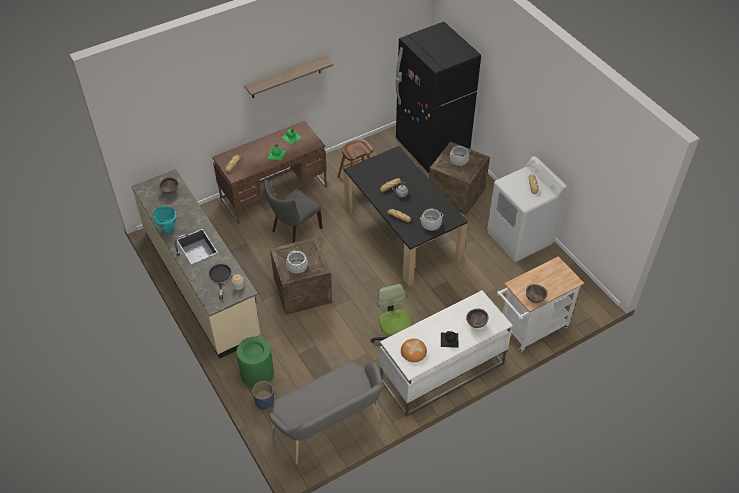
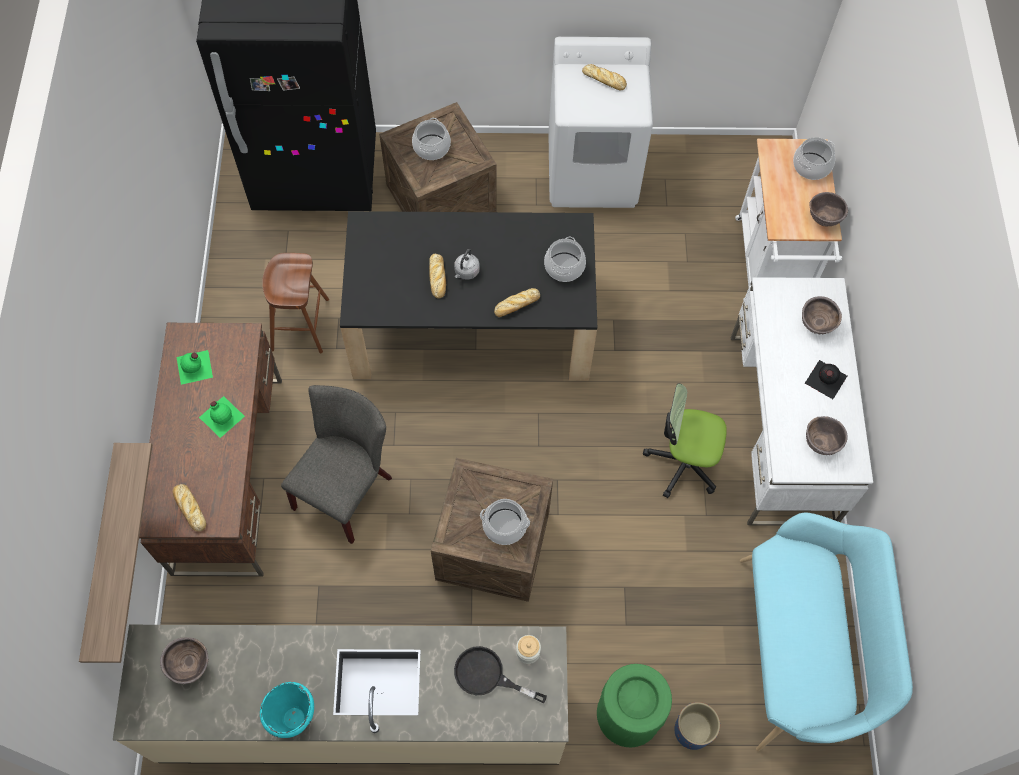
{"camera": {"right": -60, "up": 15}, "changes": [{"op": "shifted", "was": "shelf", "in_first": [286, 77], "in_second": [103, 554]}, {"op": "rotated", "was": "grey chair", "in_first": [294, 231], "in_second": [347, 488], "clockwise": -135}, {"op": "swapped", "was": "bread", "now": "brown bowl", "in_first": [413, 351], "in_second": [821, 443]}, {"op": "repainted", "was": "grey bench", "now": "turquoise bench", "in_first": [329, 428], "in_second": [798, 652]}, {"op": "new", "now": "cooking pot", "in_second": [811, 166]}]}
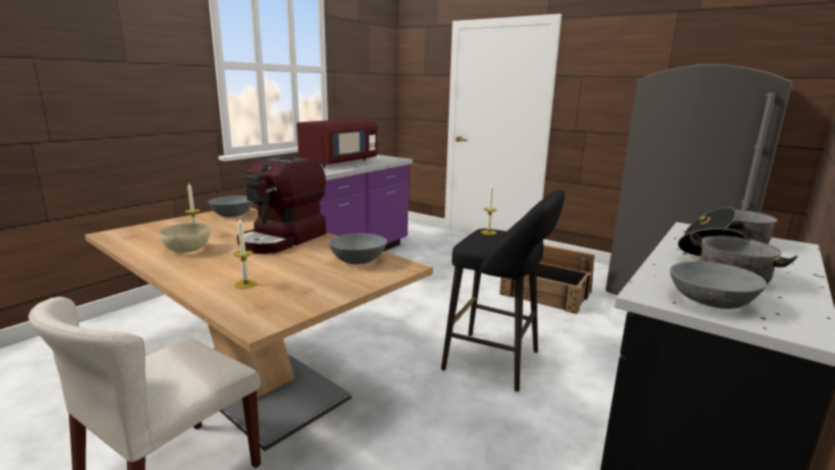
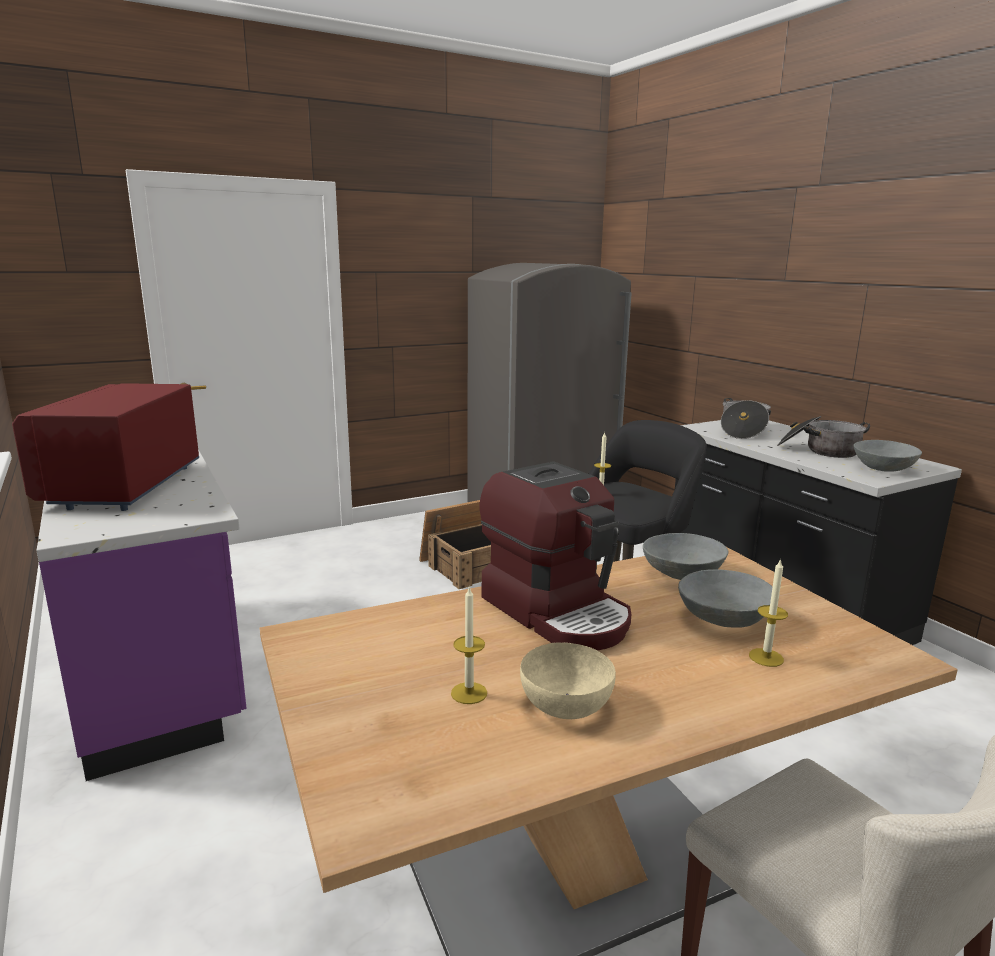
{"camera": {"right": -65, "up": 0}, "changes": [{"op": "rotated", "was": "red microwave", "in_first": [339, 163], "in_second": [125, 486], "clockwise": -150}, {"op": "shifted", "was": "grey bowl", "in_first": [233, 215], "in_second": [723, 618]}]}
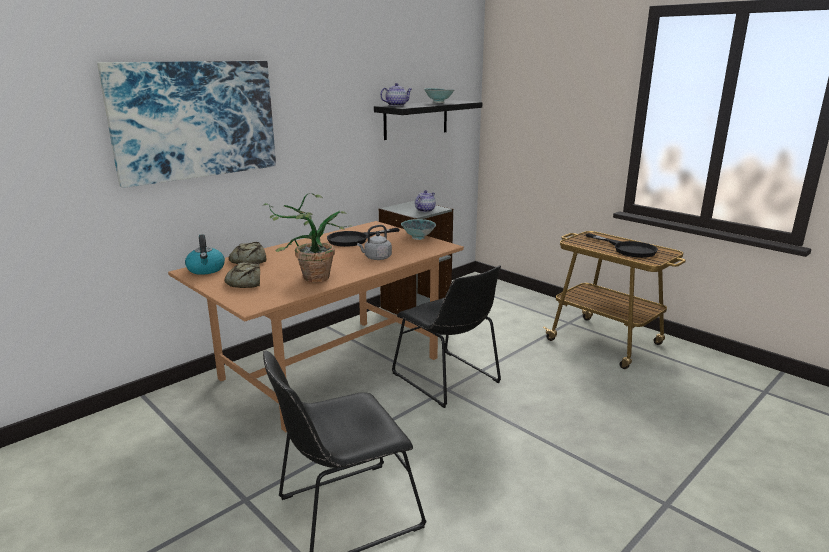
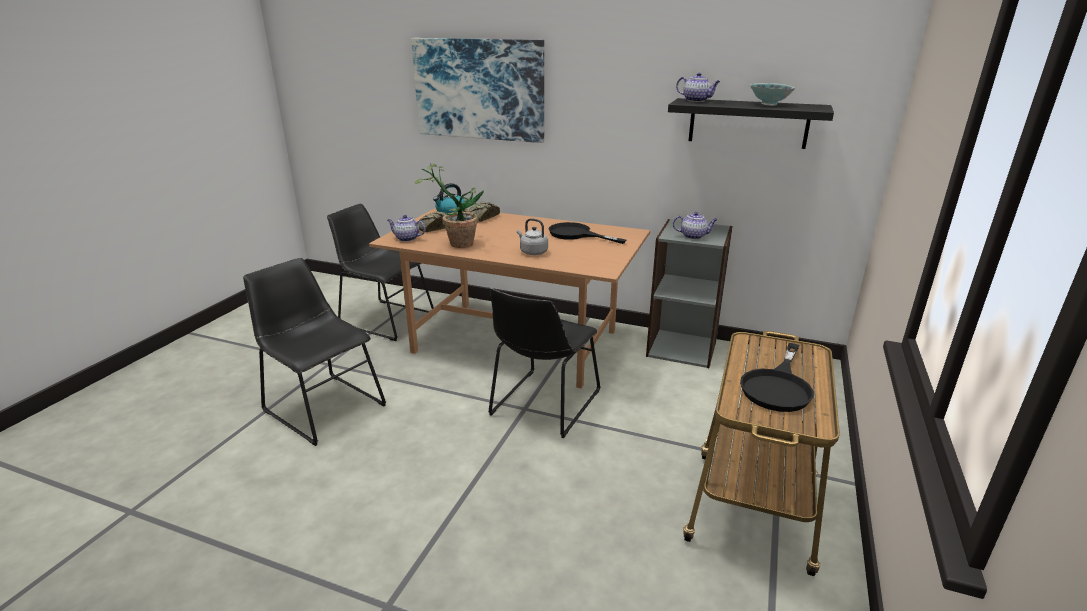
{"camera": {"right": 65, "up": 5}, "changes": [{"op": "gone", "was": "bowl", "in_first": [418, 238]}, {"op": "new", "now": "black chair", "in_second": [384, 319]}, {"op": "new", "now": "teapot", "in_second": [406, 238]}]}
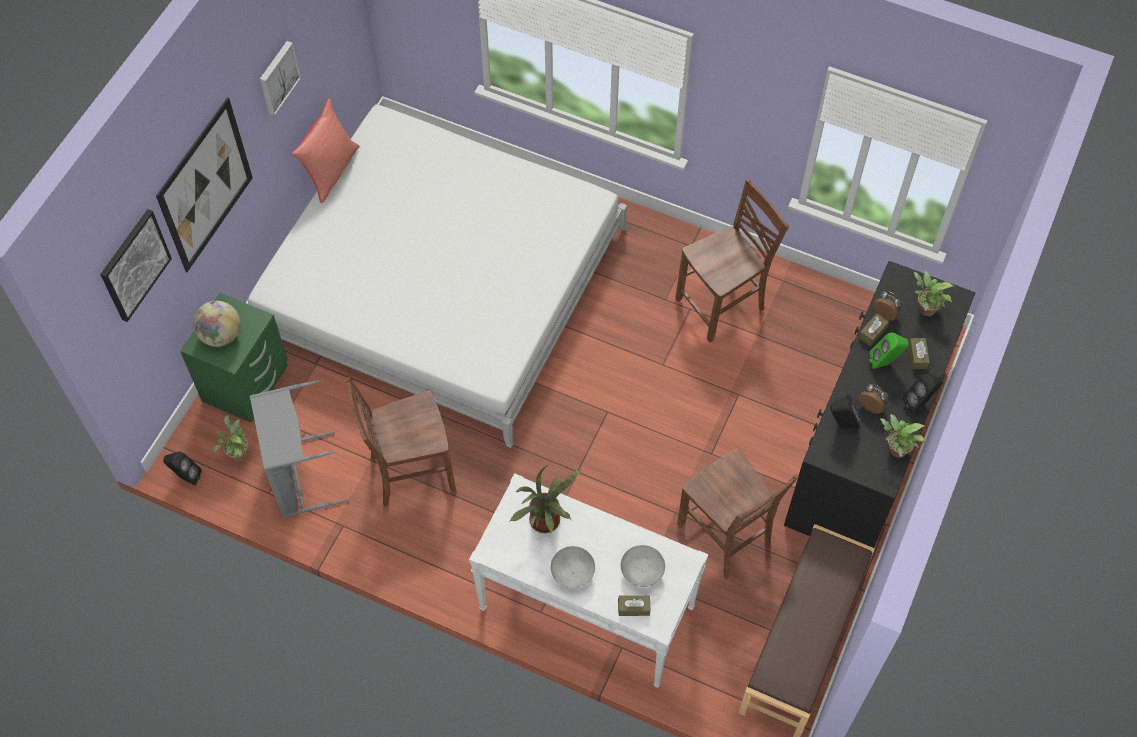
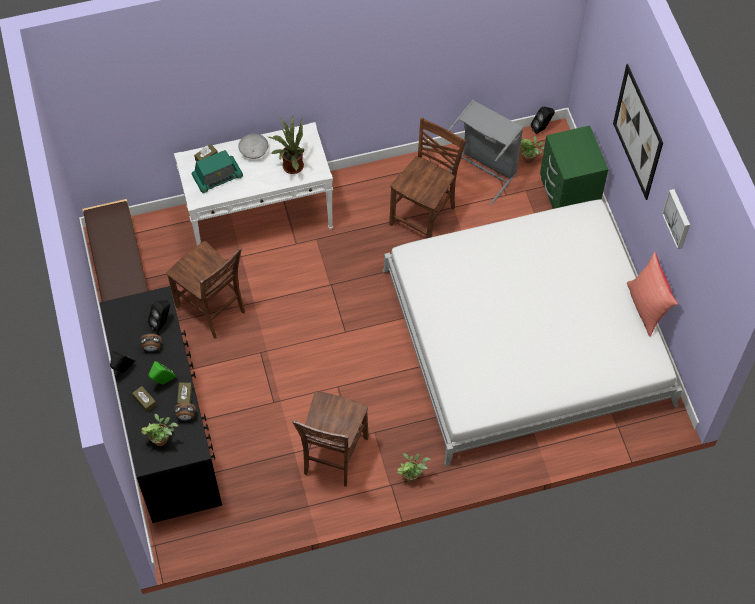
{"camera": {"right": 140, "up": 0}, "changes": [{"op": "gone", "was": "picture", "in_first": [134, 265]}, {"op": "gone", "was": "globe", "in_first": [221, 335]}, {"op": "shifted", "was": "potted plant", "in_first": [895, 450], "in_second": [412, 475]}, {"op": "rotated", "was": "brown chair", "in_first": [725, 537], "in_second": [212, 310], "clockwise": -150}, {"op": "swapped", "was": "grey bowl", "now": "radio", "in_first": [641, 572], "in_second": [217, 177]}]}
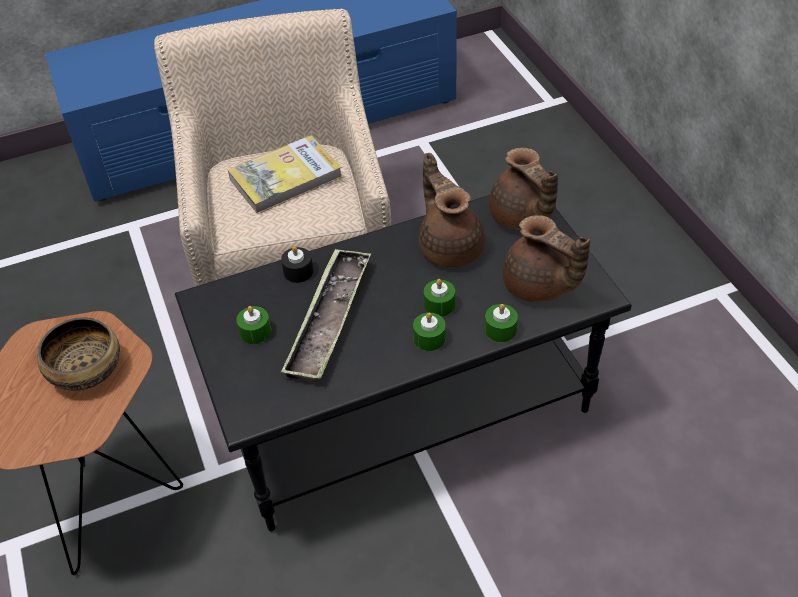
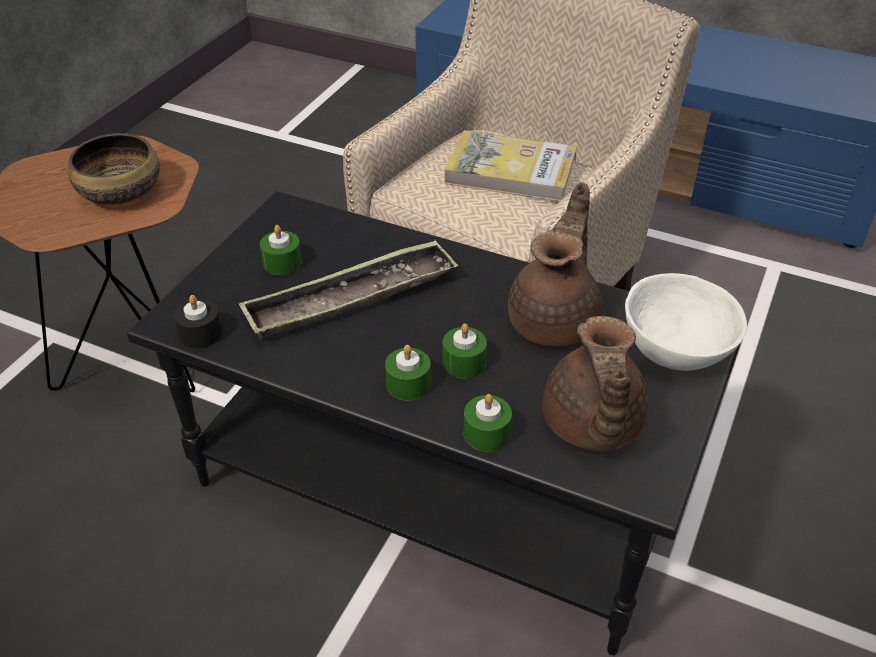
{"camera": {"right": 45, "up": -5}, "changes": [{"op": "swapped", "was": "brown teapot", "now": "white bowl", "in_first": [521, 217], "in_second": [674, 348]}, {"op": "shifted", "was": "black candle", "in_first": [298, 271], "in_second": [200, 333]}]}
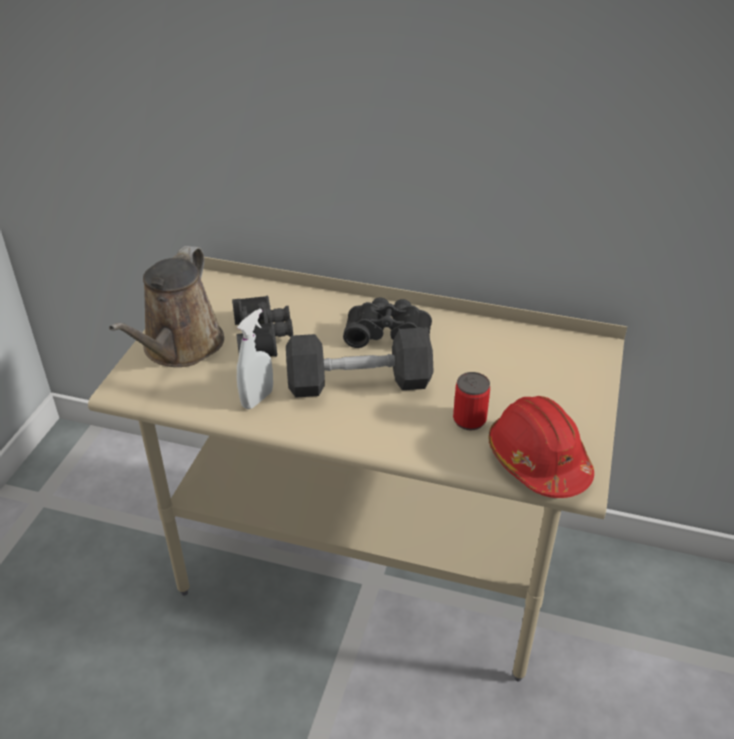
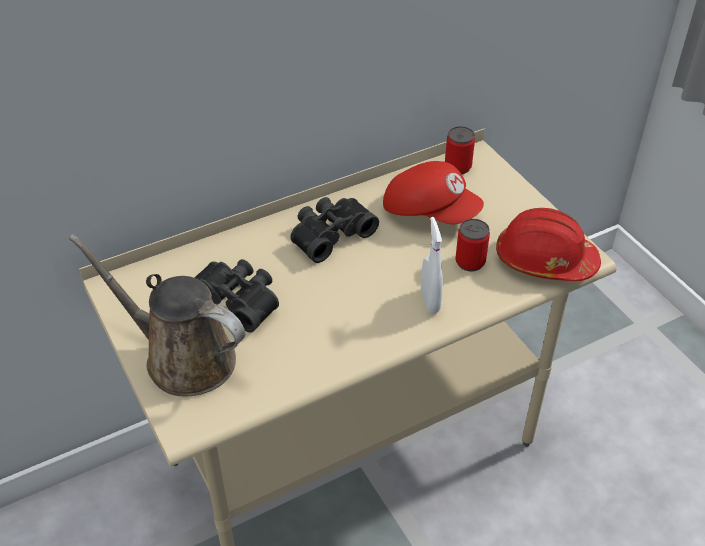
{"camera": {"right": -45, "up": 5}, "changes": [{"op": "rotated", "was": "brown watering can", "in_first": [180, 348], "in_second": [182, 357], "clockwise": 150}, {"op": "shifted", "was": "white spray bottle", "in_first": [257, 399], "in_second": [430, 301]}, {"op": "gone", "was": "grey dumbbell", "in_first": [359, 383]}, {"op": "new", "now": "can", "in_second": [458, 167]}, {"op": "new", "now": "red cap", "in_second": [430, 211]}]}
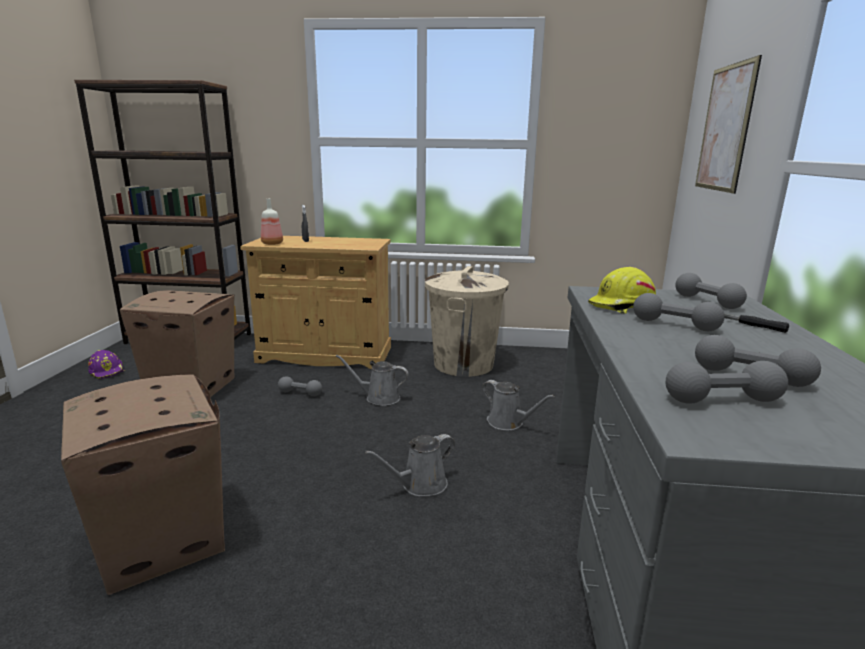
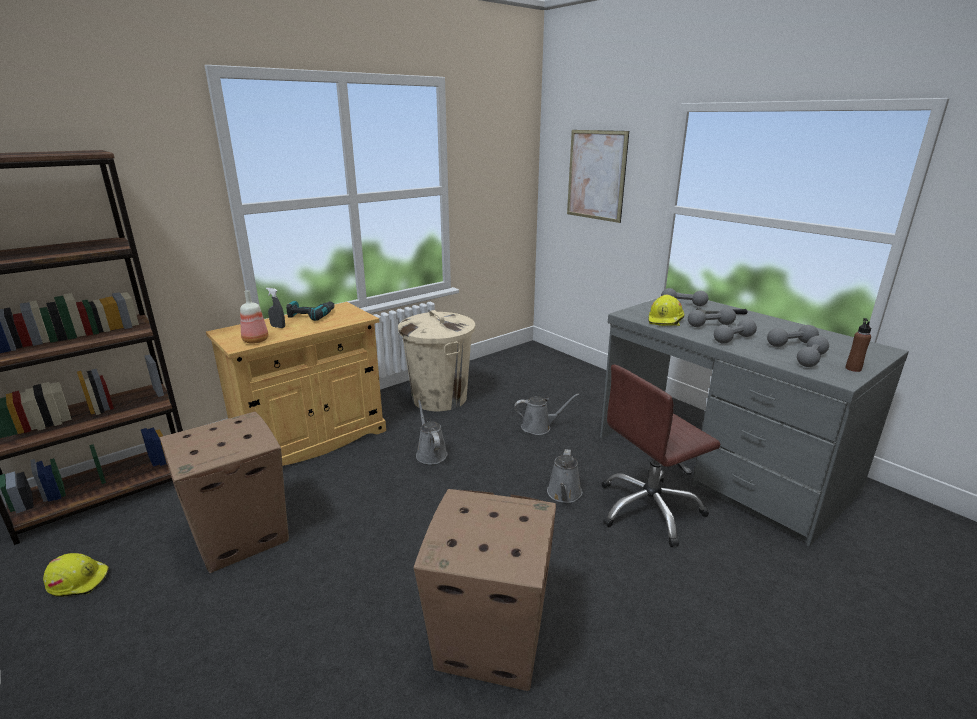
{"camera": {"right": -45, "up": 5}, "changes": [{"op": "repainted", "was": "purple hard hat", "now": "yellow hard hat", "in_first": [107, 371], "in_second": [79, 580]}, {"op": "rotated", "was": "grey watering can", "in_first": [379, 398], "in_second": [430, 453], "clockwise": 105}, {"op": "shifted", "was": "grey dumbbell", "in_first": [300, 393], "in_second": [733, 339]}, {"op": "new", "now": "power drill", "in_second": [311, 315]}, {"op": "new", "now": "brown bottle", "in_second": [853, 368]}, {"op": "new", "now": "brown office chair", "in_second": [649, 509]}]}
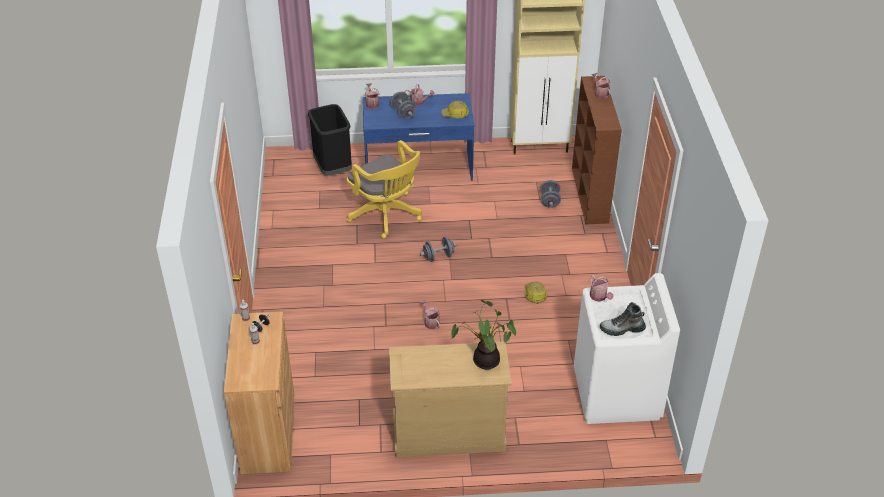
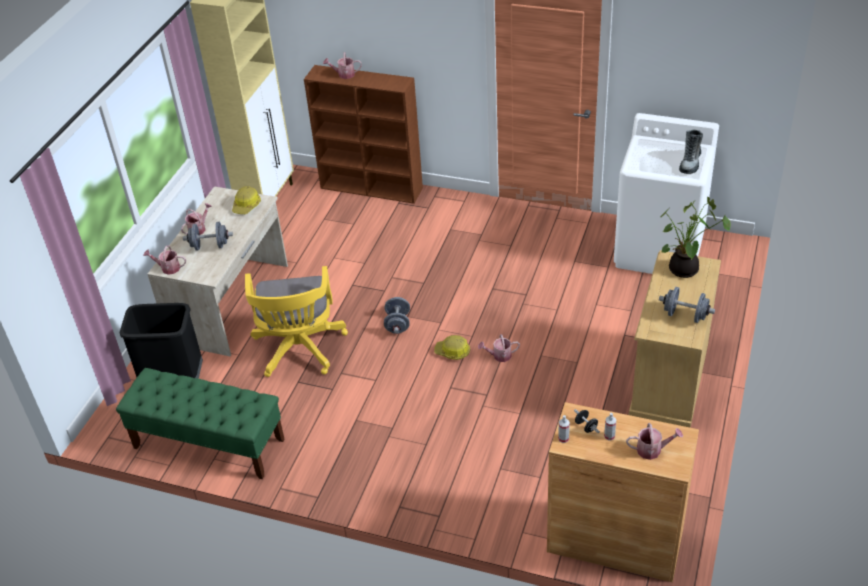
{"camera": {"right": -65, "up": 0}, "changes": [{"op": "repainted", "was": "blue desk", "now": "beige desk", "in_first": [418, 167], "in_second": [231, 303]}, {"op": "rotated", "was": "yellow office chair", "in_first": [387, 216], "in_second": [299, 351], "clockwise": 105}, {"op": "shifted", "was": "grey dumbbell", "in_first": [550, 201], "in_second": [685, 315]}, {"op": "shifted", "was": "watering can", "in_first": [599, 297], "in_second": [652, 450]}, {"op": "shifted", "was": "hard hat", "in_first": [534, 295], "in_second": [452, 352]}, {"op": "new", "now": "green bench", "in_second": [208, 443]}]}
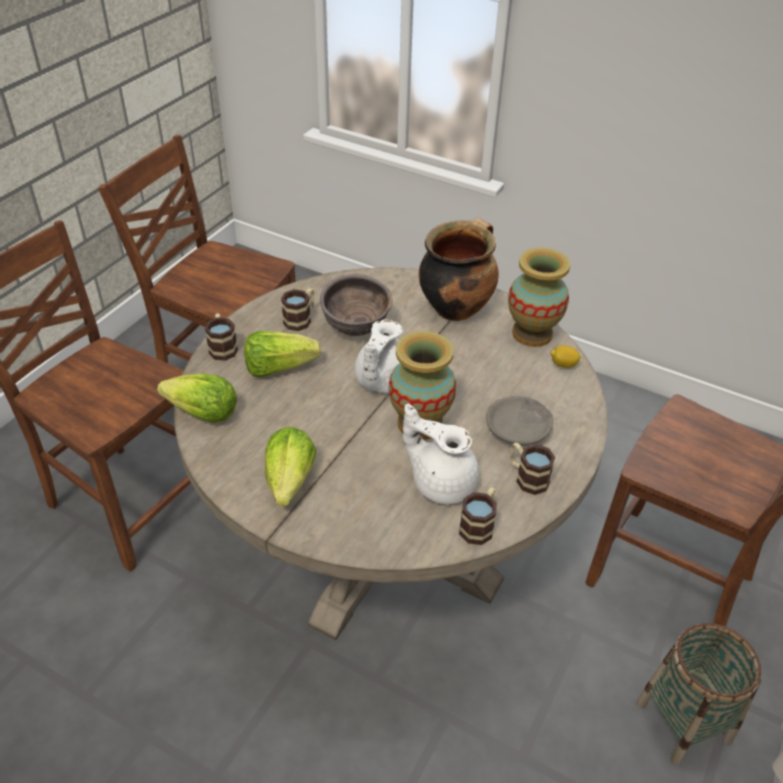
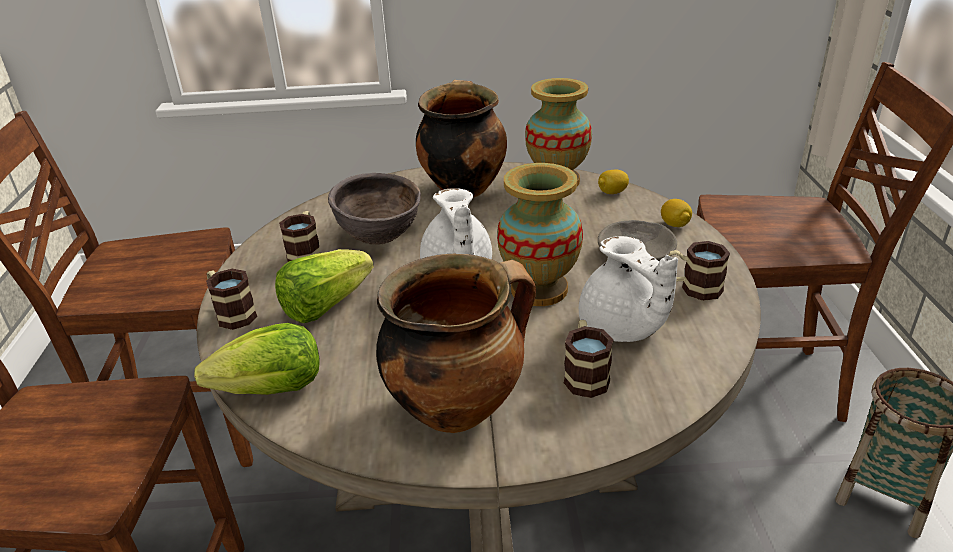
{"camera": {"right": -30, "up": -10}, "changes": [{"op": "rotated", "was": "white teapot", "in_first": [441, 482], "in_second": [621, 329], "clockwise": -120}, {"op": "swapped", "was": "lettuce", "now": "cooking pot", "in_first": [290, 480], "in_second": [458, 406]}, {"op": "shifted", "was": "mug", "in_first": [479, 525], "in_second": [585, 374]}, {"op": "new", "now": "lemon", "in_second": [674, 224]}]}
